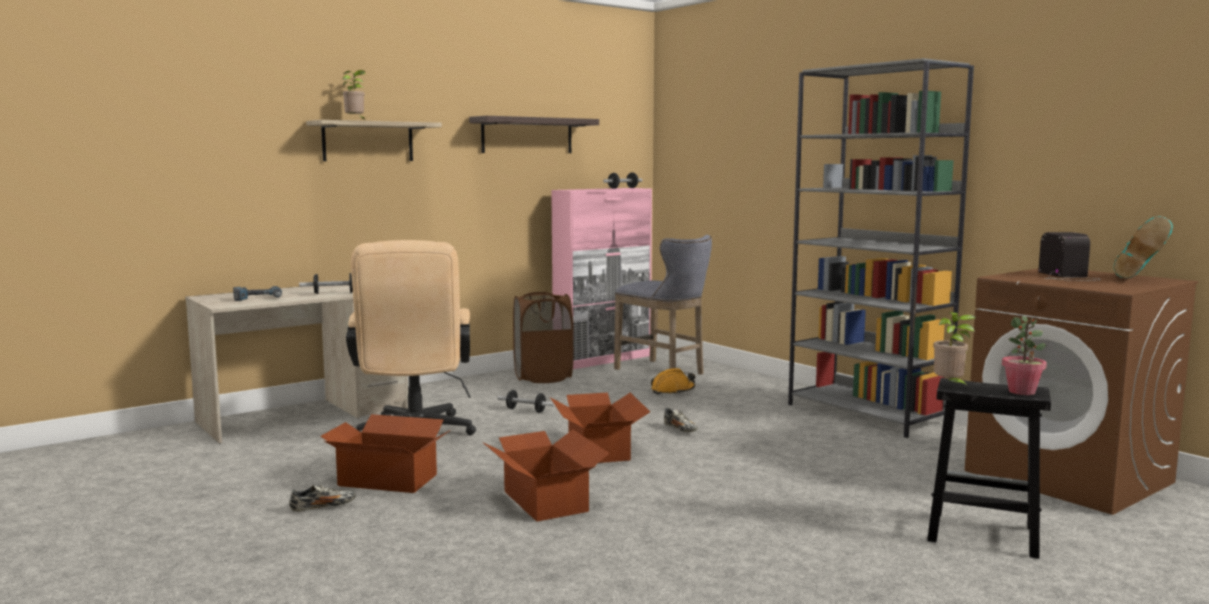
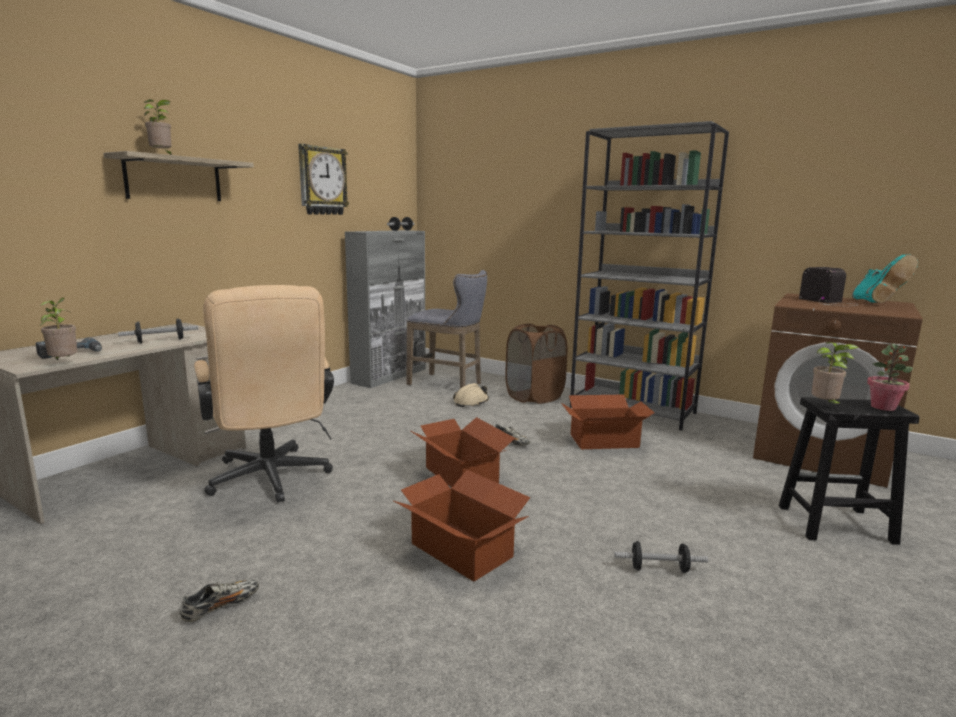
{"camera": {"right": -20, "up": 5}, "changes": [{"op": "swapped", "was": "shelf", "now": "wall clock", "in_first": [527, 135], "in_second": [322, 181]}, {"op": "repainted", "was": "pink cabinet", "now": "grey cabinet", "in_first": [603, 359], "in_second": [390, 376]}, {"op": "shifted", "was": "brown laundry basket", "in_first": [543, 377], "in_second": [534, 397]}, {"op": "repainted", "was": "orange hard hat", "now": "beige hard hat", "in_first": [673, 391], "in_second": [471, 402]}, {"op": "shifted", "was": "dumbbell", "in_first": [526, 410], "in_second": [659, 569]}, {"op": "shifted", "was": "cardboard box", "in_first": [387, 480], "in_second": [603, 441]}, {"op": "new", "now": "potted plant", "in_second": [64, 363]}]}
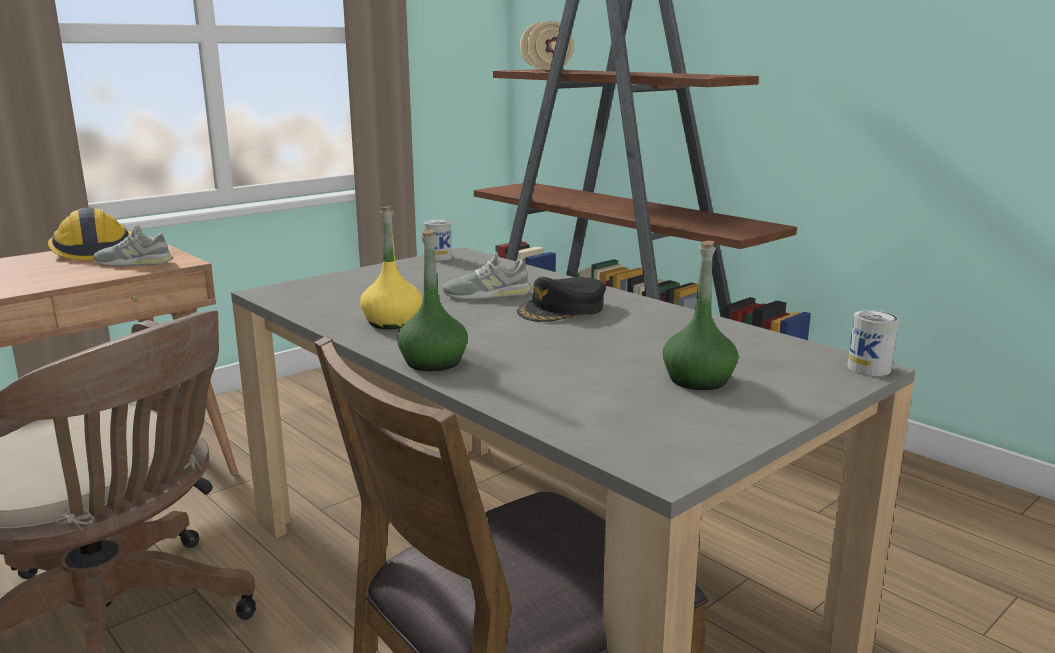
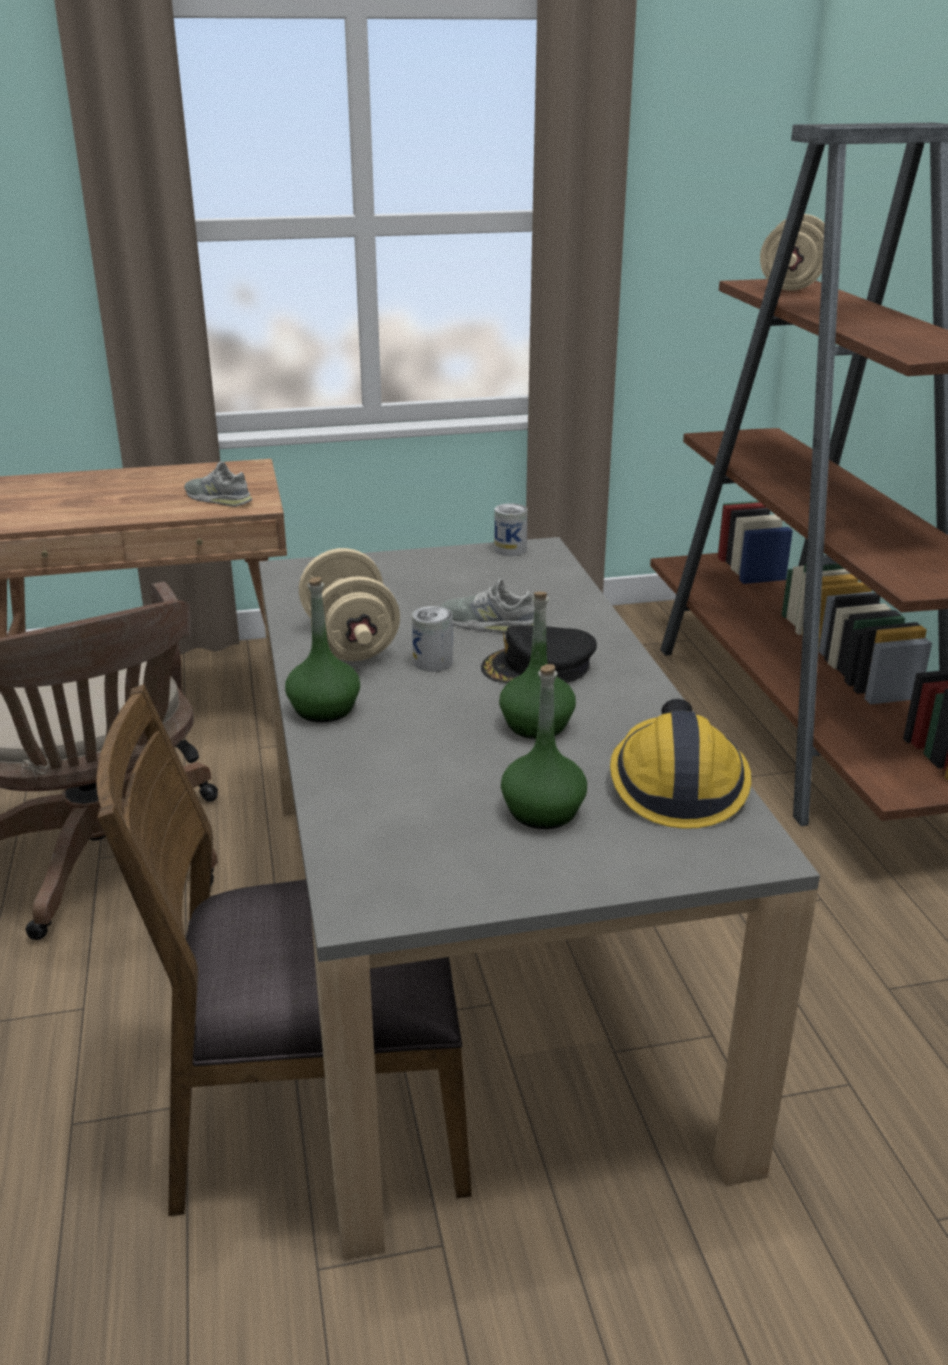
{"camera": {"right": 30, "up": 10}, "changes": [{"op": "swapped", "was": "yellow bottle", "now": "beige dumbbell", "in_first": [392, 322], "in_second": [350, 642]}, {"op": "shifted", "was": "hard hat", "in_first": [93, 250], "in_second": [676, 784]}, {"op": "shifted", "was": "can", "in_first": [869, 368], "in_second": [433, 662]}, {"op": "new", "now": "green bottle", "in_second": [536, 725]}]}
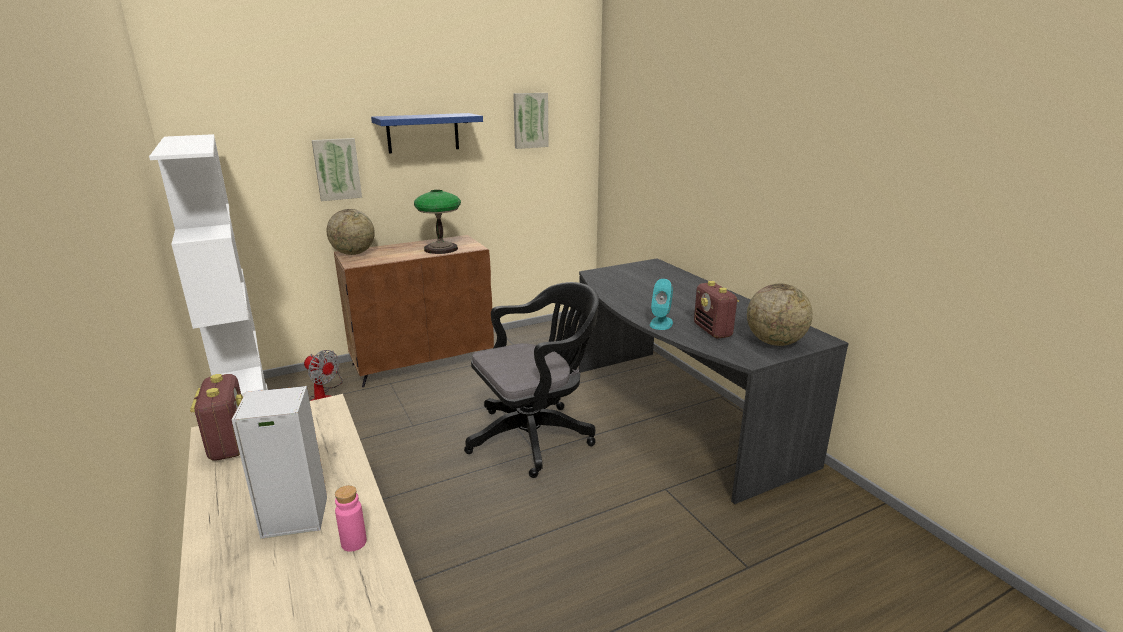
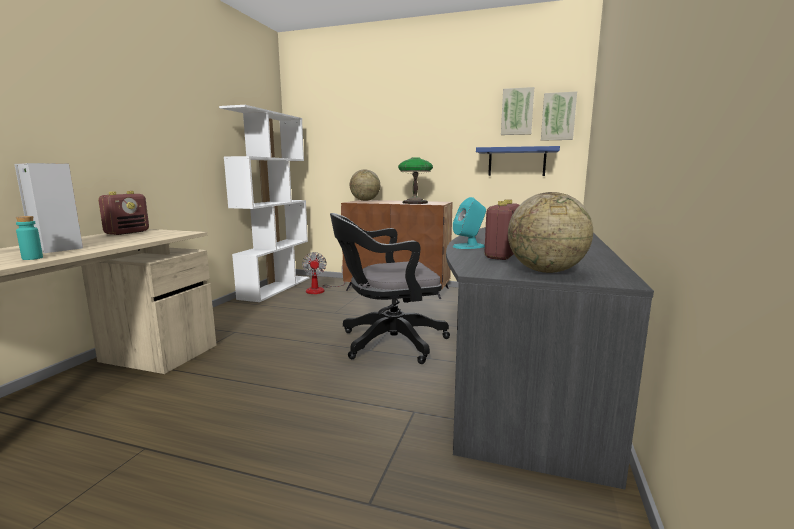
{"camera": {"right": 45, "up": -10}, "changes": [{"op": "shifted", "was": "blue shelf", "in_first": [423, 133], "in_second": [516, 162]}, {"op": "shifted", "was": "picture", "in_first": [337, 169], "in_second": [558, 116]}, {"op": "rotated", "was": "black office chair", "in_first": [536, 436], "in_second": [387, 342], "clockwise": 150}, {"op": "repainted", "was": "pink bottle", "now": "turquoise bottle", "in_first": [354, 542], "in_second": [32, 258]}]}
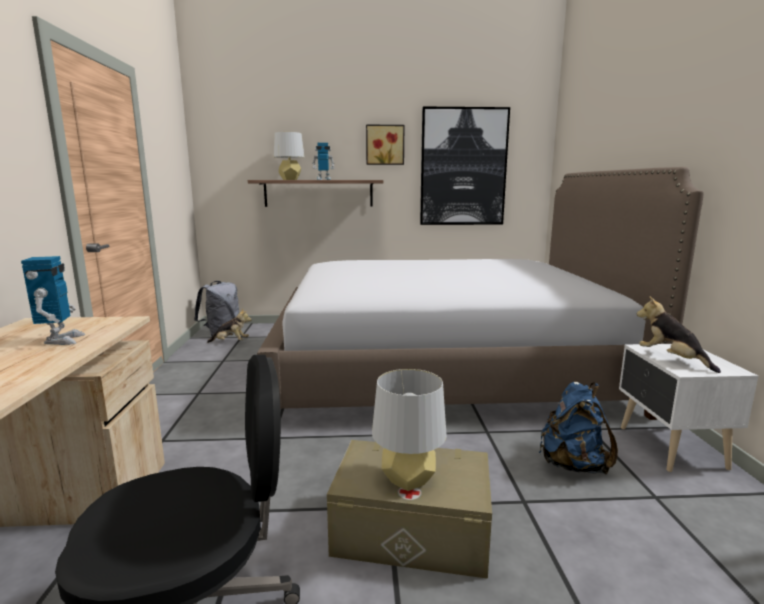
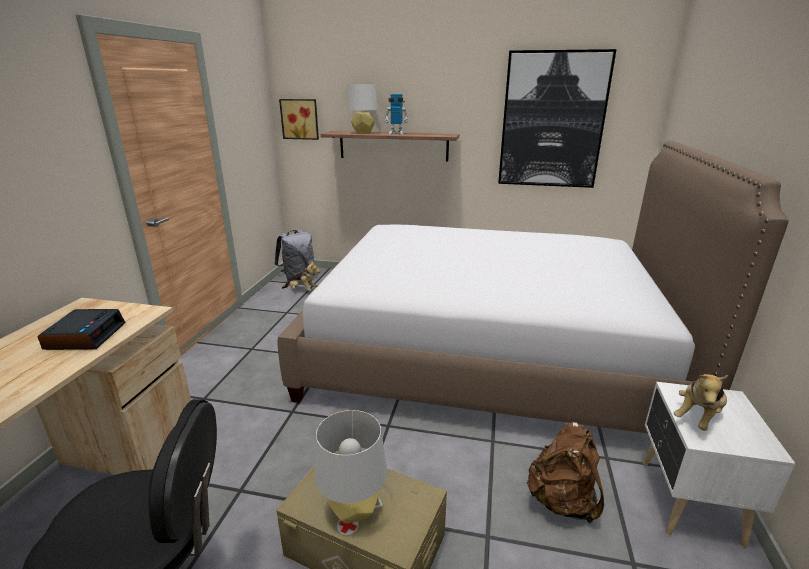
{"camera": {"right": 15, "up": 10}, "changes": [{"op": "shifted", "was": "picture", "in_first": [385, 145], "in_second": [300, 119]}, {"op": "swapped", "was": "toy robot", "now": "alarm clock", "in_first": [60, 340], "in_second": [85, 336]}, {"op": "rotated", "was": "plush toy", "in_first": [671, 359], "in_second": [698, 417], "clockwise": -120}, {"op": "repainted", "was": "blue backpack", "now": "brown backpack", "in_first": [572, 464], "in_second": [562, 501]}]}
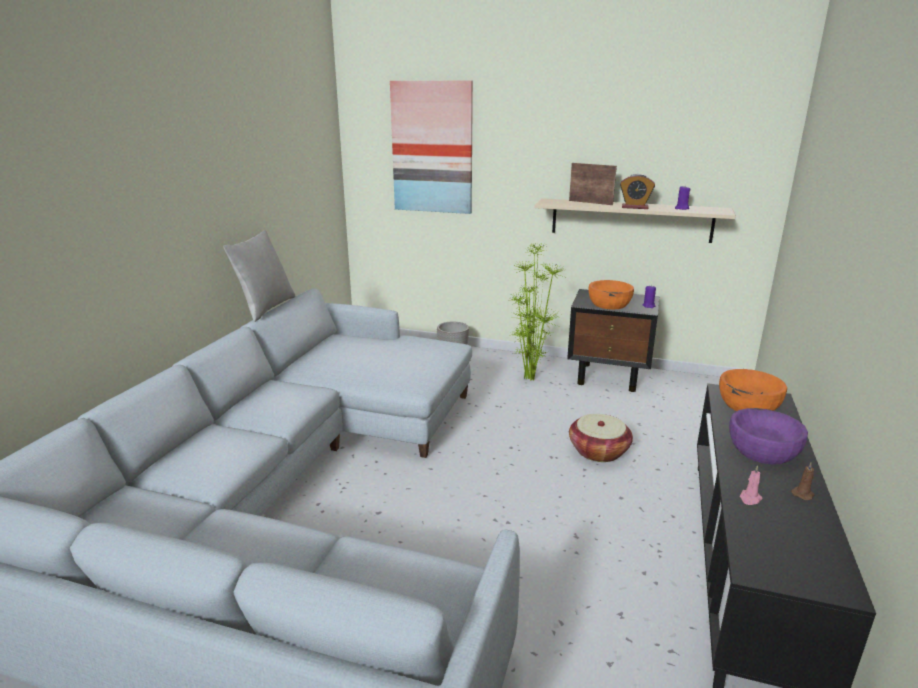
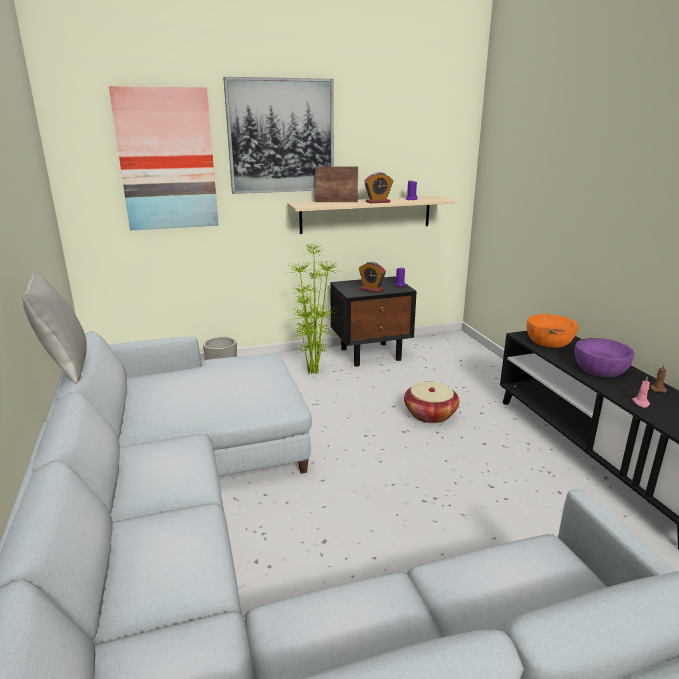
{"camera": {"right": -35, "up": 0}, "changes": [{"op": "swapped", "was": "orange bowl", "now": "alarm clock", "in_first": [609, 304], "in_second": [371, 289]}, {"op": "new", "now": "picture", "in_second": [281, 136]}]}
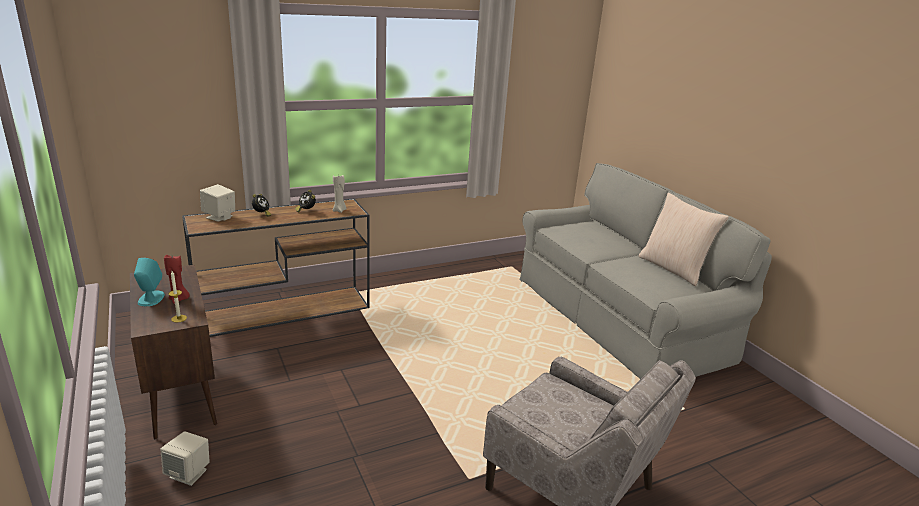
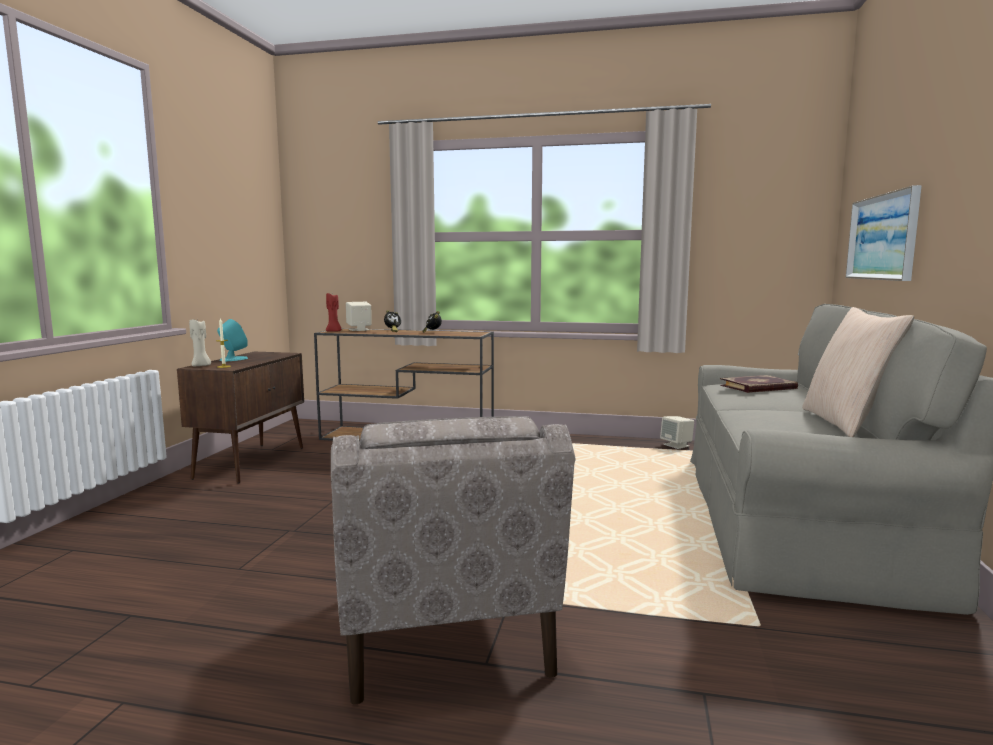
{"camera": {"right": 40, "up": -15}, "changes": [{"op": "shifted", "was": "beige candle", "in_first": [339, 210], "in_second": [201, 366]}, {"op": "shifted", "was": "red candle", "in_first": [179, 299], "in_second": [334, 331]}, {"op": "shifted", "was": "beige speaker", "in_first": [189, 473], "in_second": [676, 445]}, {"op": "new", "now": "picture", "in_second": [882, 237]}, {"op": "new", "now": "book", "in_second": [758, 387]}]}
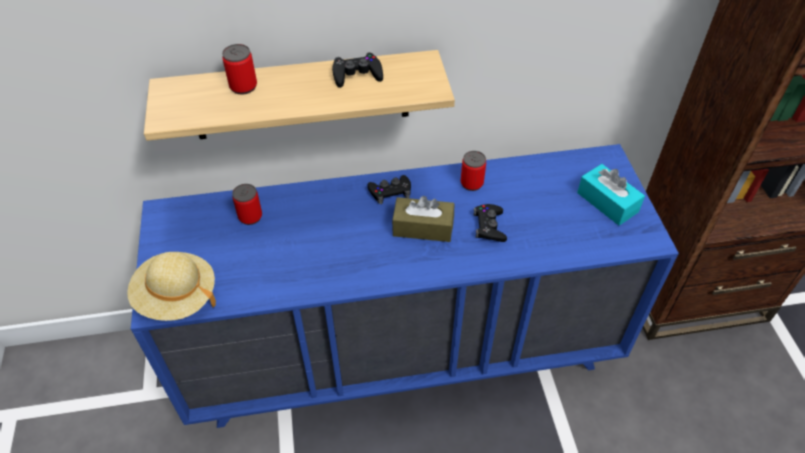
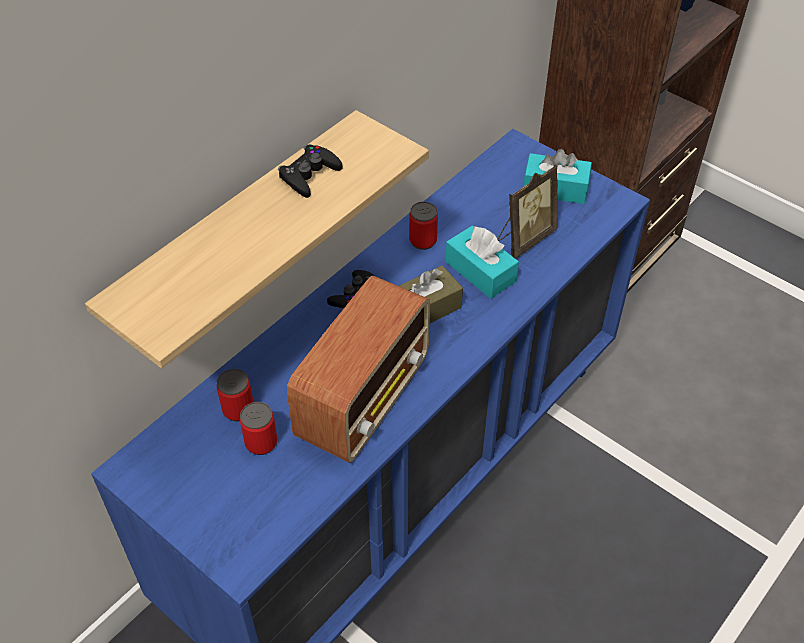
{"camera": {"right": -40, "up": 0}, "changes": [{"op": "shifted", "was": "can", "in_first": [243, 86], "in_second": [261, 443]}, {"op": "swapped", "was": "black game controller", "now": "turquoise tissue box", "in_first": [489, 226], "in_second": [480, 271]}, {"op": "gone", "was": "beige hat", "in_first": [176, 297]}, {"op": "new", "now": "picture frame", "in_second": [524, 238]}, {"op": "new", "now": "radio", "in_second": [365, 398]}]}
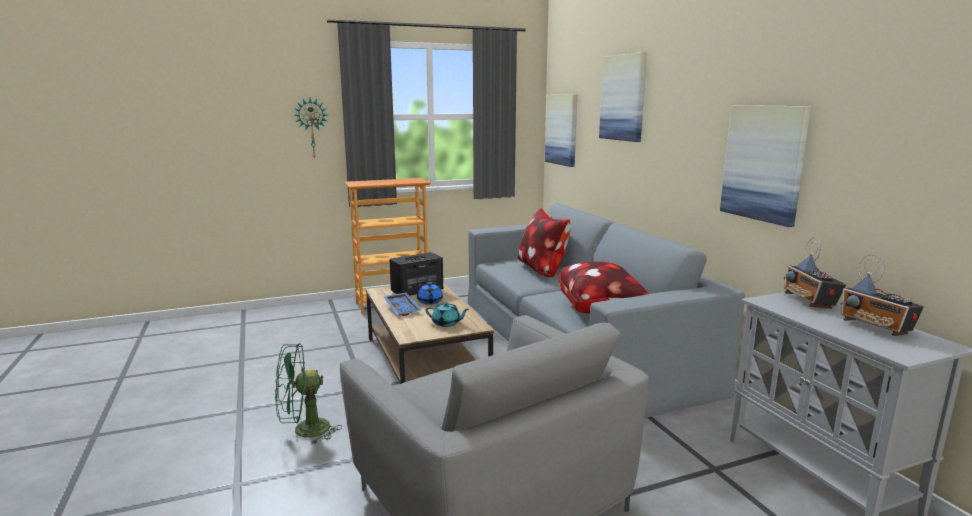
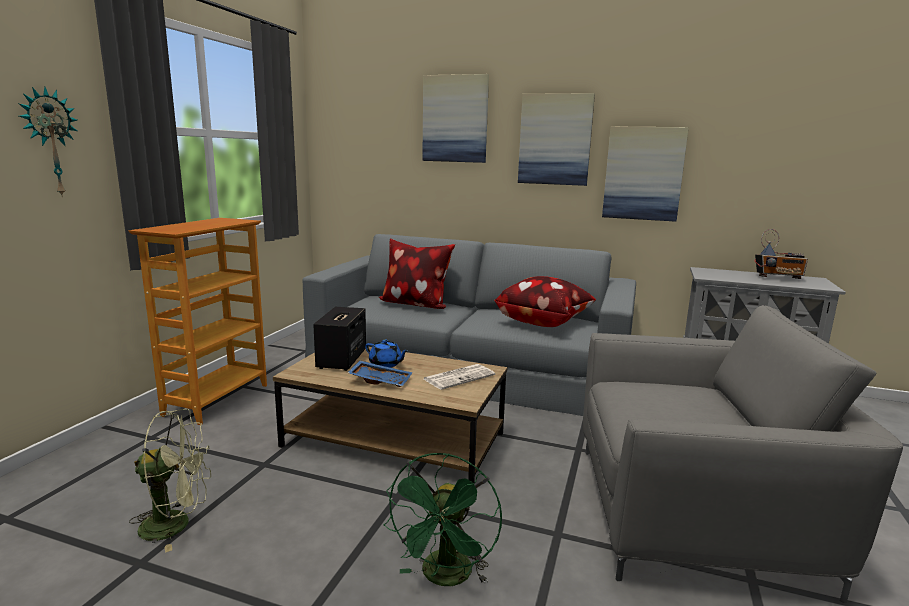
{"camera": {"right": -50, "up": 0}, "changes": [{"op": "shifted", "was": "picture", "in_first": [562, 129], "in_second": [555, 140]}, {"op": "gone", "was": "radio", "in_first": [809, 301]}, {"op": "swapped", "was": "turquoise teapot", "now": "newspaper", "in_first": [446, 323], "in_second": [459, 377]}, {"op": "new", "now": "green fan", "in_second": [176, 524]}]}
